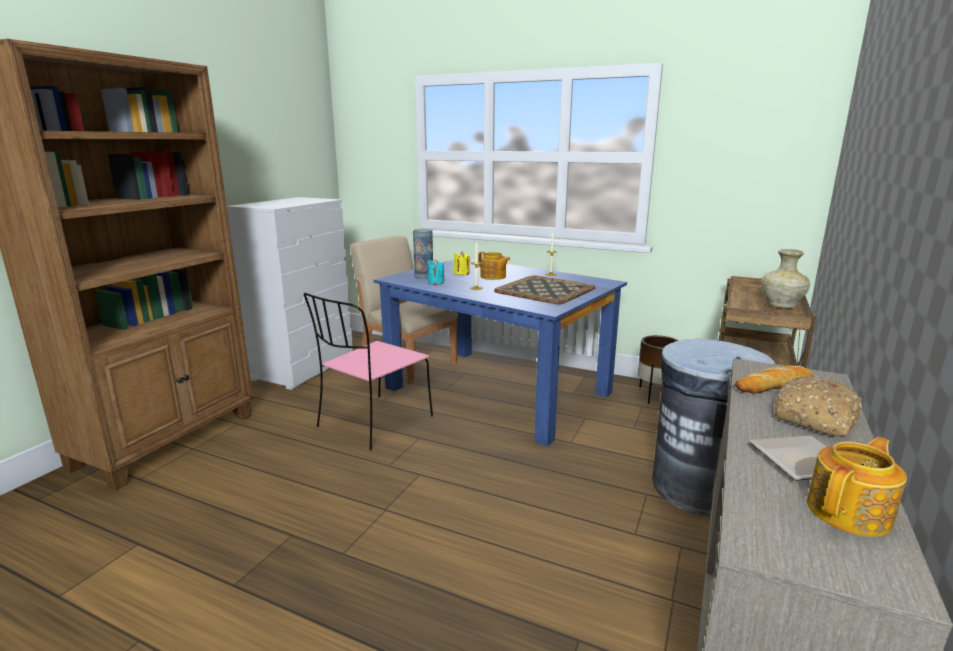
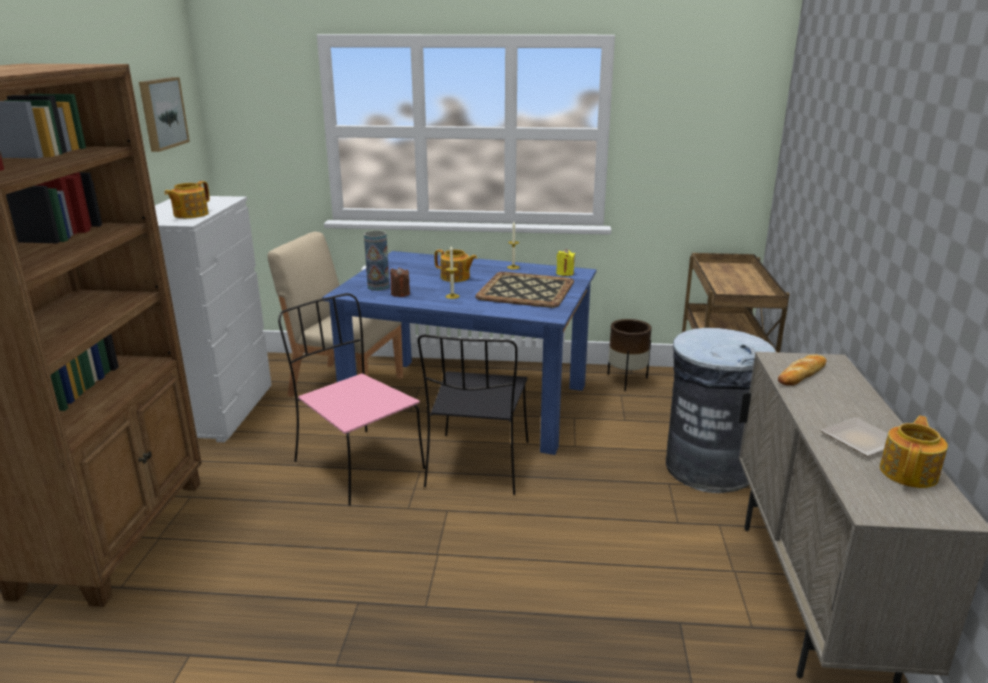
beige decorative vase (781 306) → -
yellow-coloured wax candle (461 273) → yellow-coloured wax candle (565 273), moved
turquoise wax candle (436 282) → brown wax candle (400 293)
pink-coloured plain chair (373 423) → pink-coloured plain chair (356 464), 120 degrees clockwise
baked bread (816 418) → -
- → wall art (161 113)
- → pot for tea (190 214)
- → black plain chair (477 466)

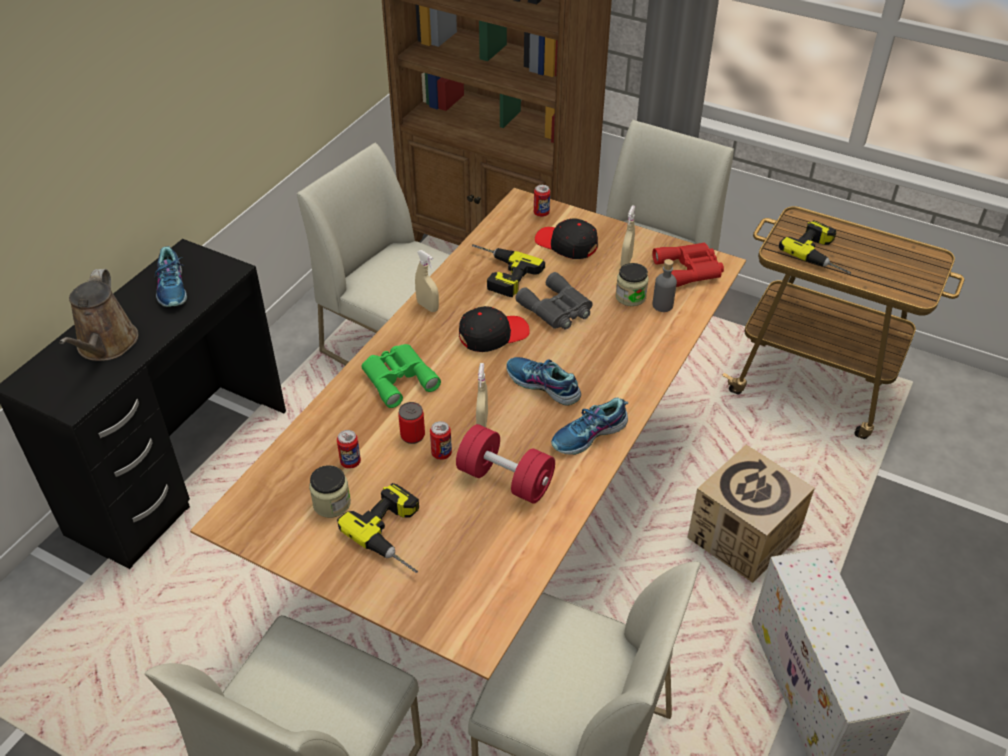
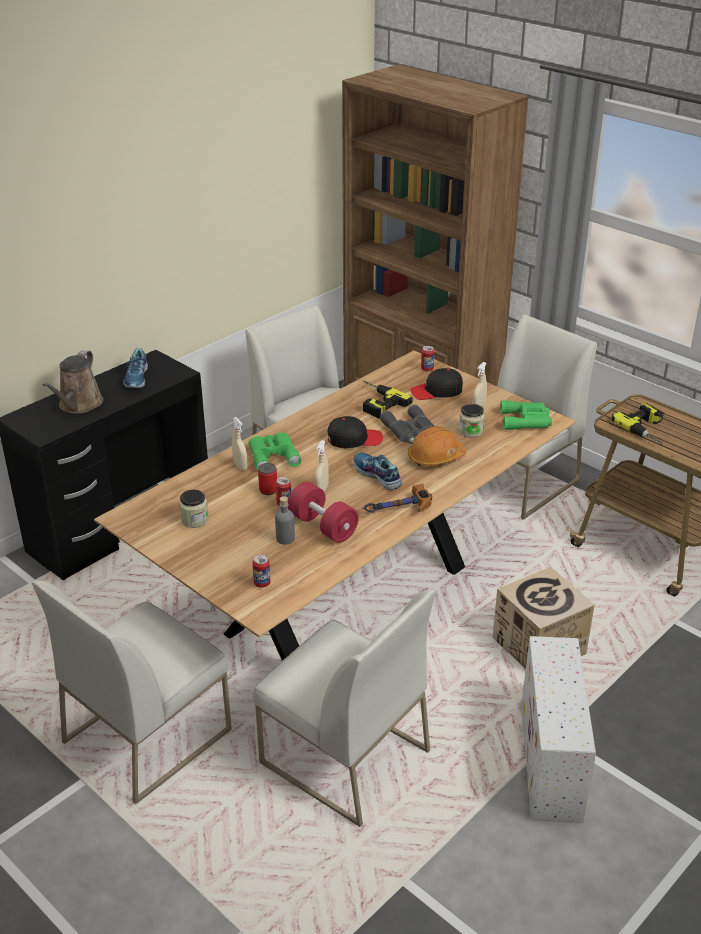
black peaked cap (566 244) → black peaked cap (437 391), 60 degrees counterclockwise
reddish binoculars (690 269) → green-coloured binoculars (526 420)
beige spray bottle (428 306) → beige spray bottle (240 466), moved
grey drink bottle (662 305) → grey drink bottle (285 539), moved
shoe (589 435) → hand hammer (397 511)
metal can (350 462) → metal can (262 583), moved
electric drill (397 534) → -
- → orange-coloured hard hat (435 457)

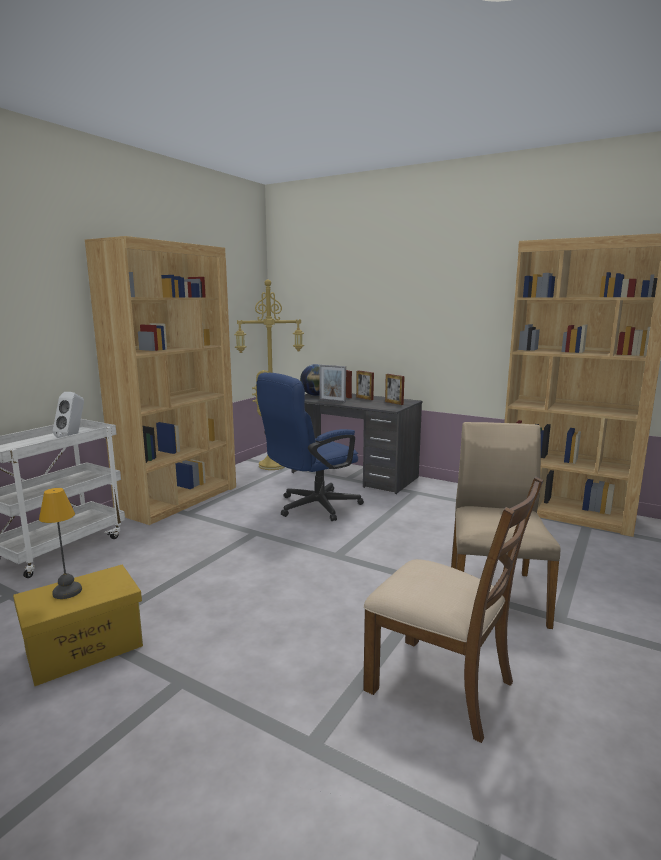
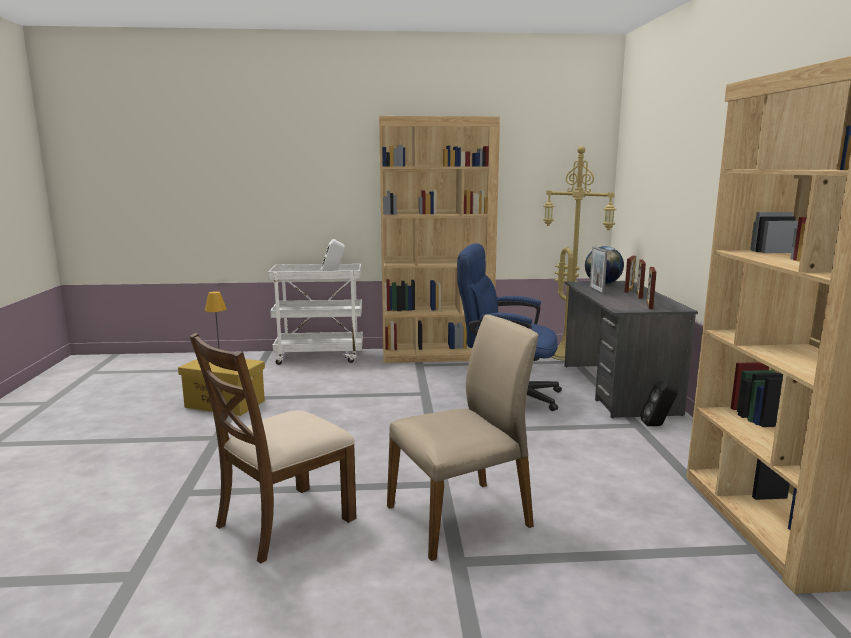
brown plain chair (441 685) → brown plain chair (283 522), 45 degrees clockwise
- → black loudspeaker (657 425)

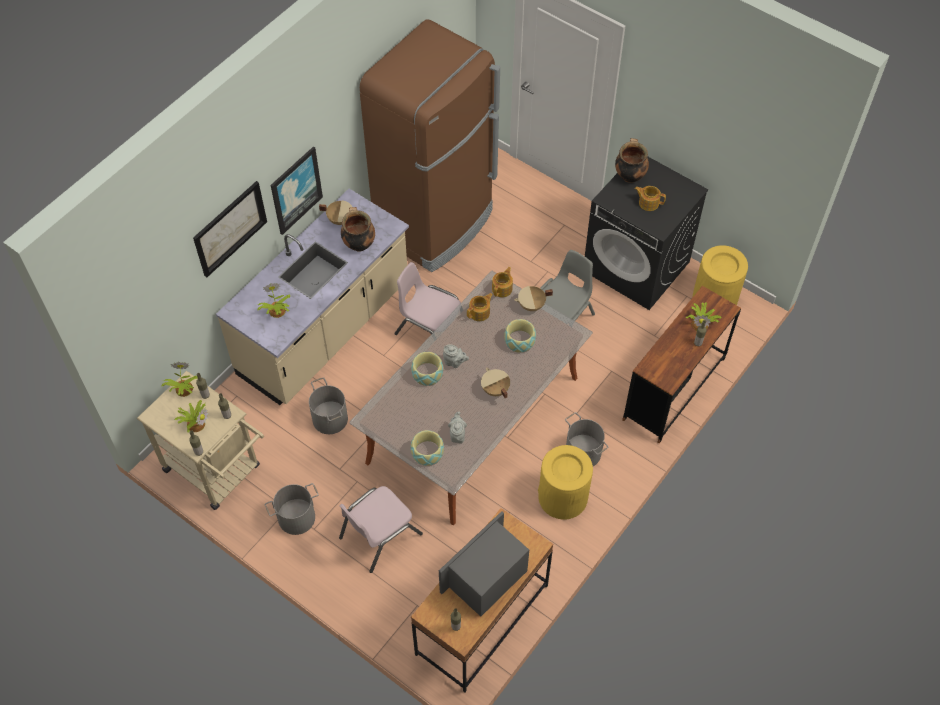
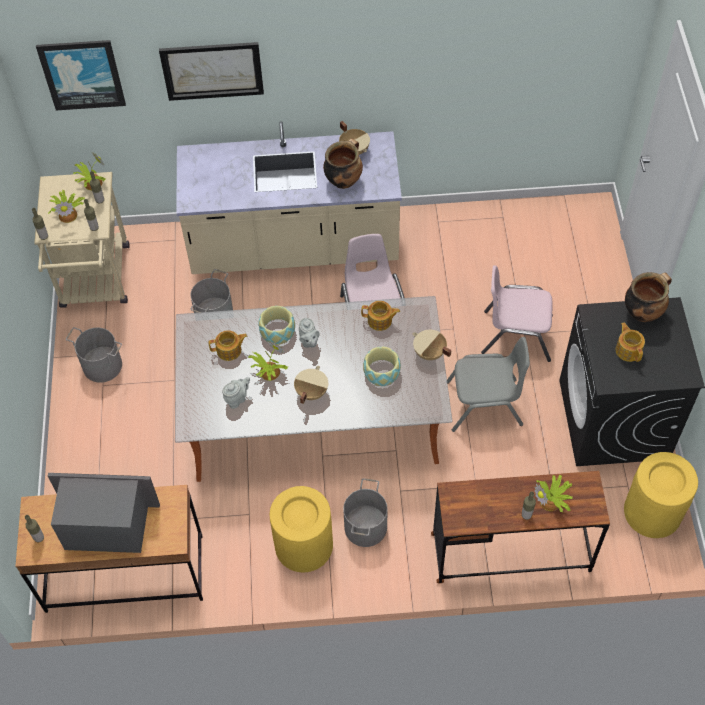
brown kitchen fridge (435 224) → -
wall art (295 190) → wall art (82 74), moved
pot for tea (502 288) → pot for tea (229 350), moved
potted plant (276 311) → potted plant (268 372), moved
serving bowl (427 453) → -
pink-coloured plain chair (379 535) → pink-coloured plain chair (516 334), moved

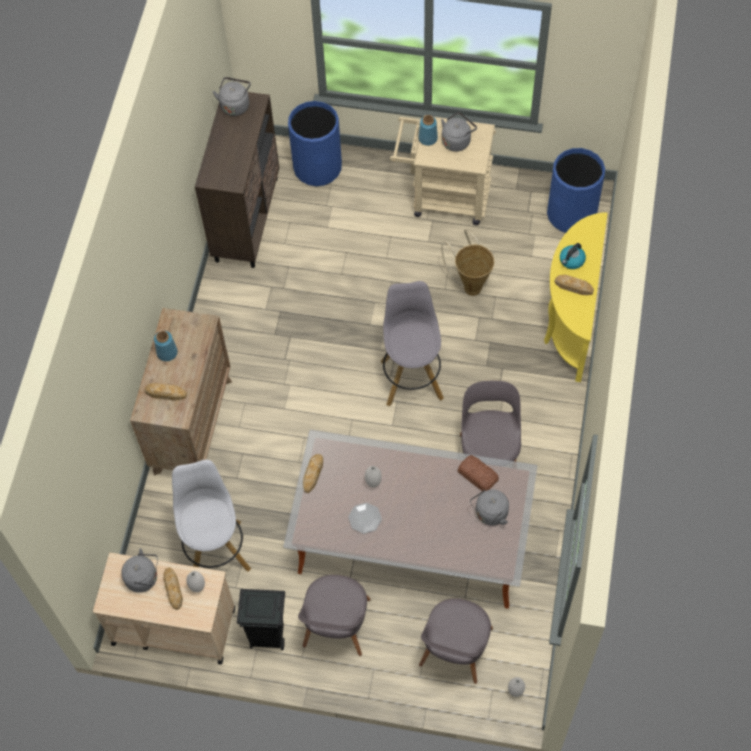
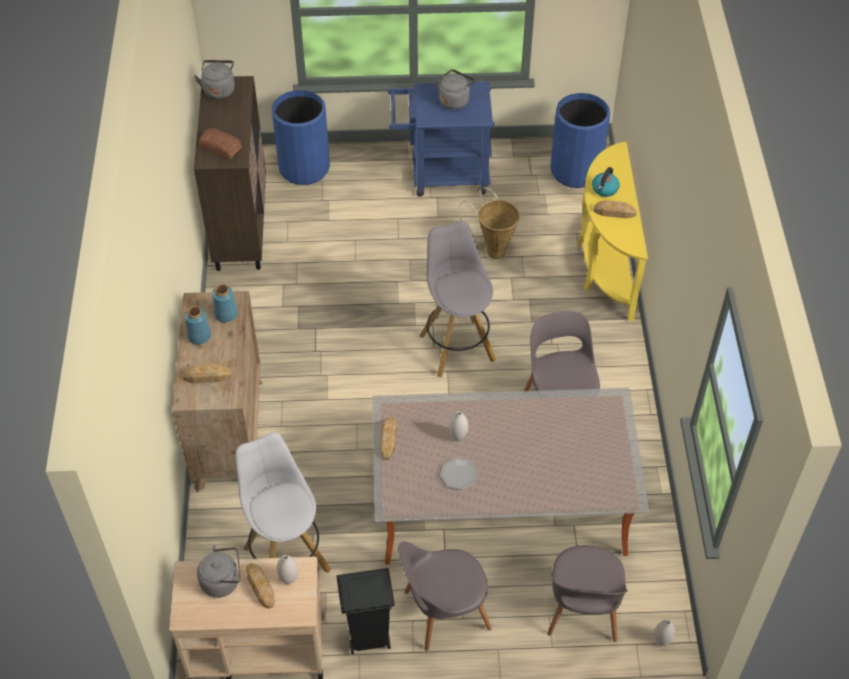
beige cart (443 197) → blue-coloured cart (441 175)
blue-coloured decorative vase (427 138) → blue-coloured decorative vase (226 314), moved
baked bread (478 475) → baked bread (220 146), moved
grey tea kettle (489 514) → -
grey plain chair (336 626) → grey plain chair (443 611), 75 degrees clockwise

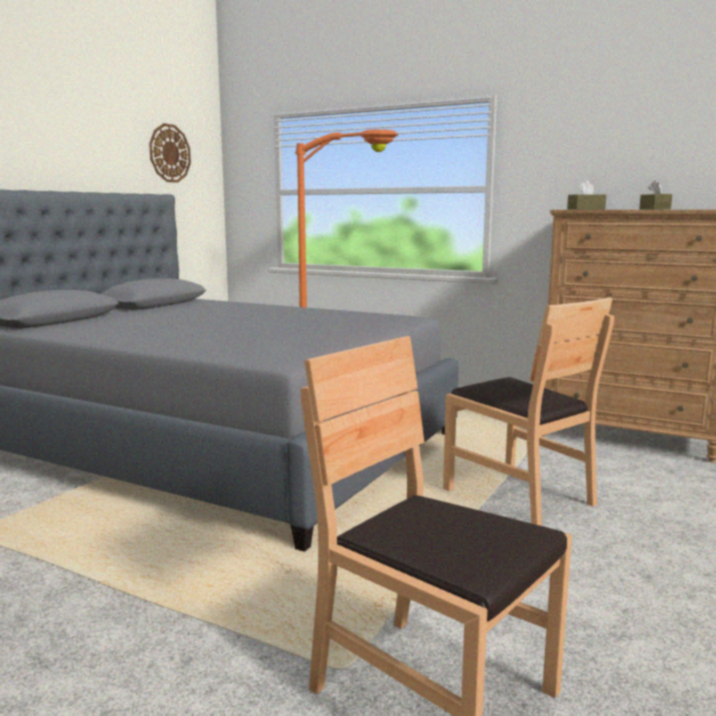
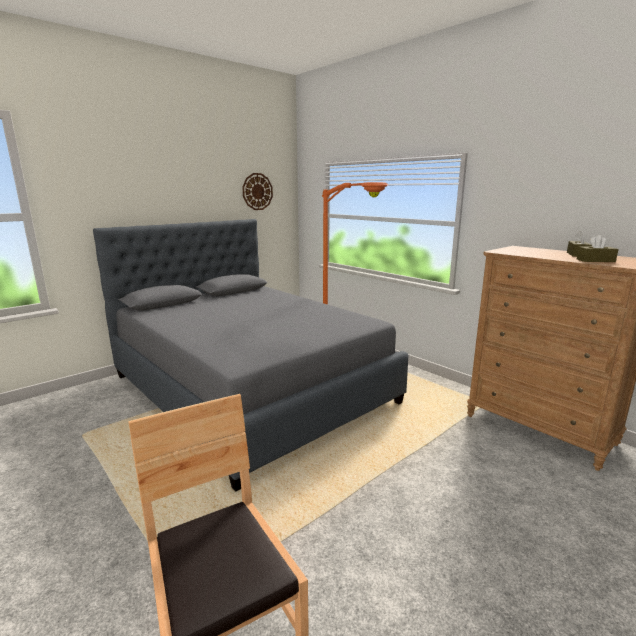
brown tissue box (586 209) → brown tissue box (595 260), moved
brown plain chair (519 496) → -

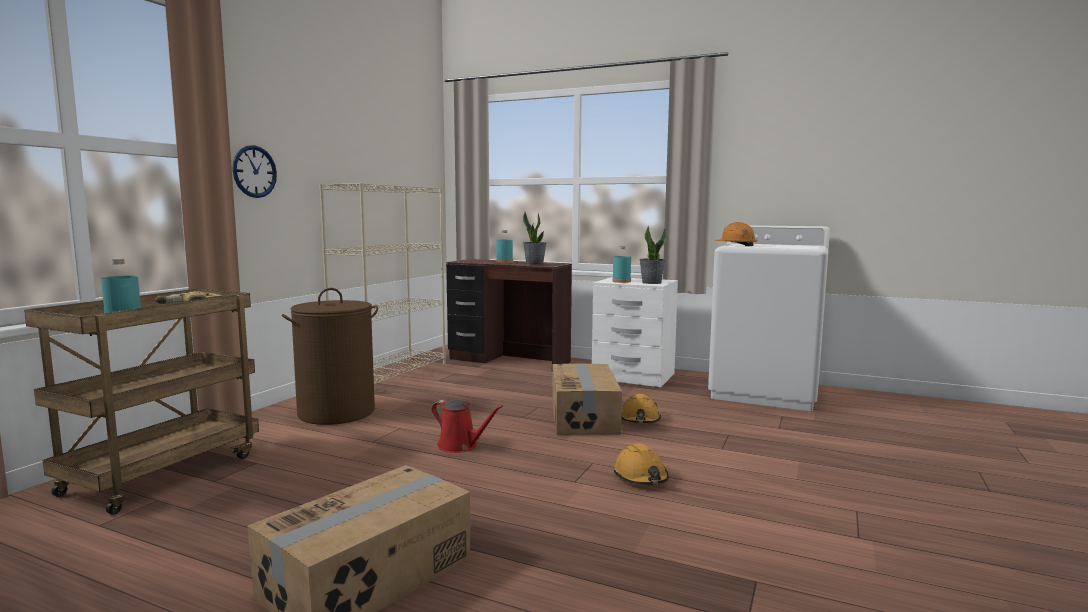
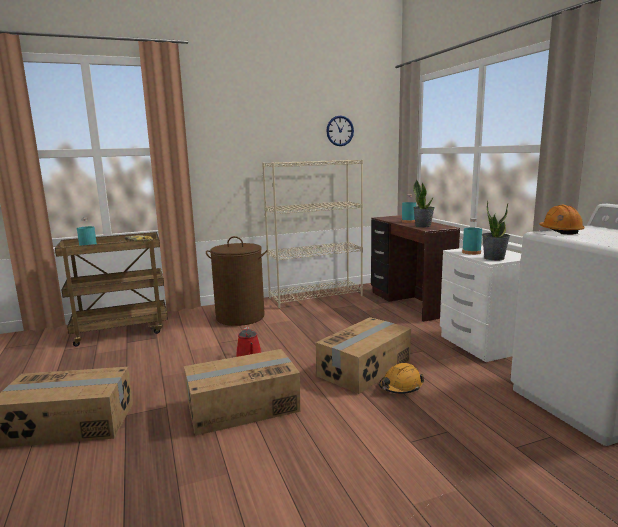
clock on the wall (254 171) → clock on the wall (340 131), moved
orange-coloured hard hat (641 477) → -
- → carton (242 407)

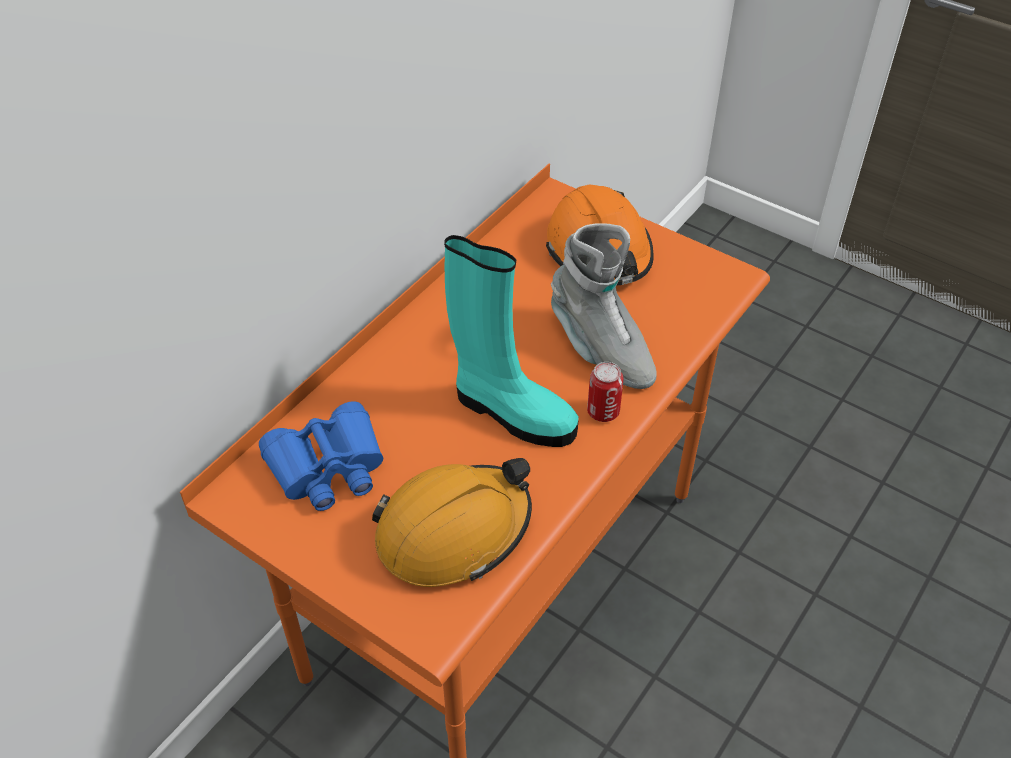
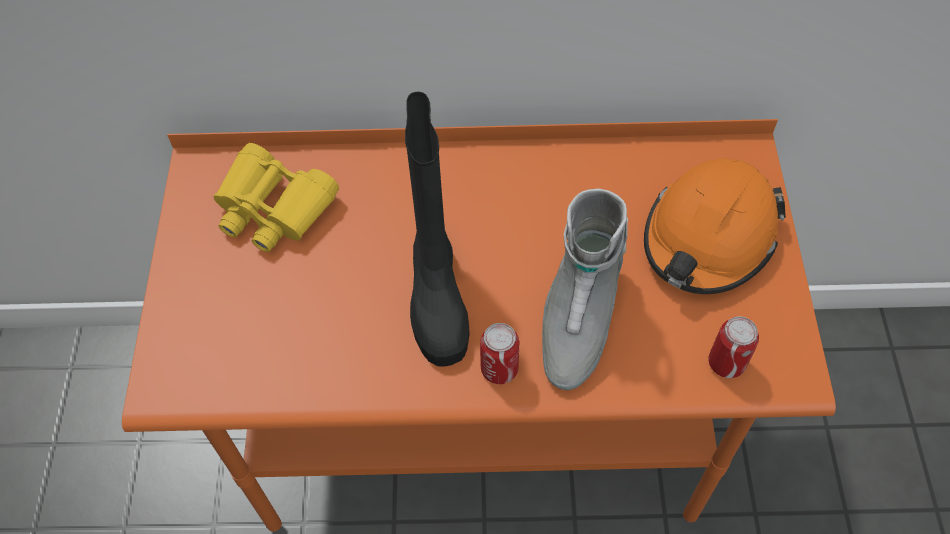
turquoise high-top boot (511 412) → black high-top boot (437 297)
blue-coloured binoculars (327 467) → yellow-coloured binoculars (273 208)
orange-coloured hard hat (453 531) → -
- → metal can (726 362)

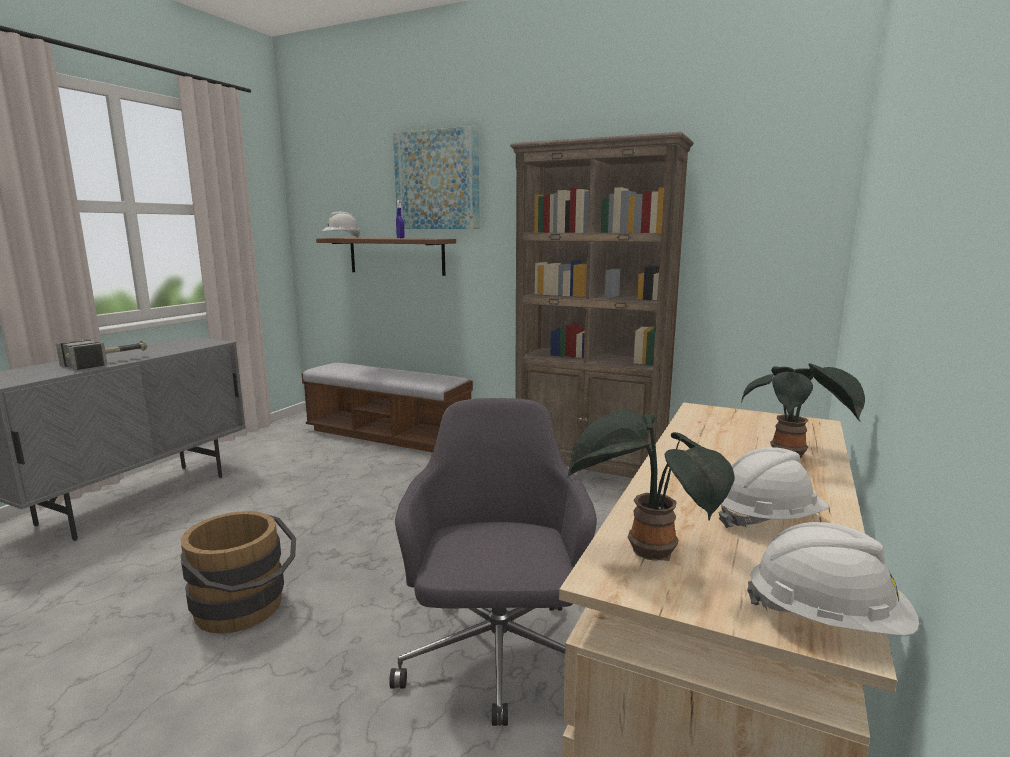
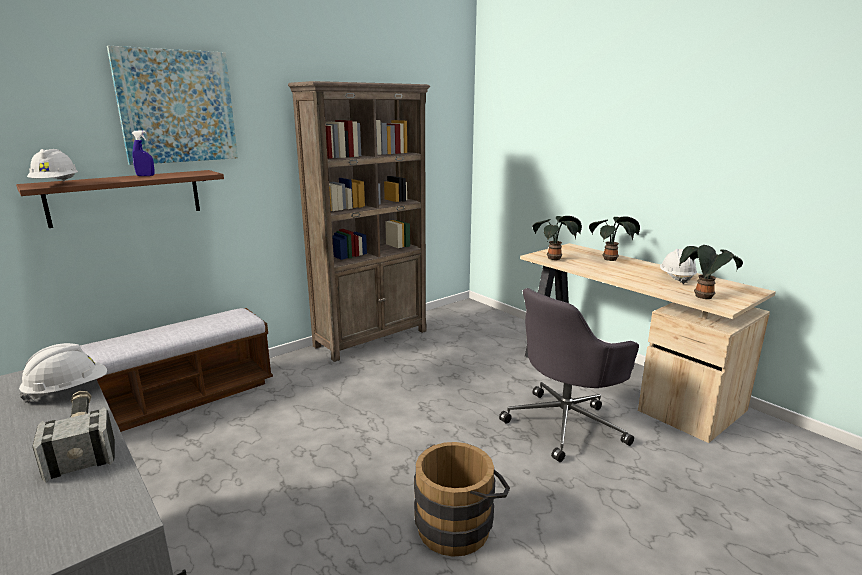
grey computer chair (497 658) → grey computer chair (566 424), 60 degrees counterclockwise
whitish hard hat (826 620) → whitish hard hat (68 391), moved
- → potted plant (555 258)

